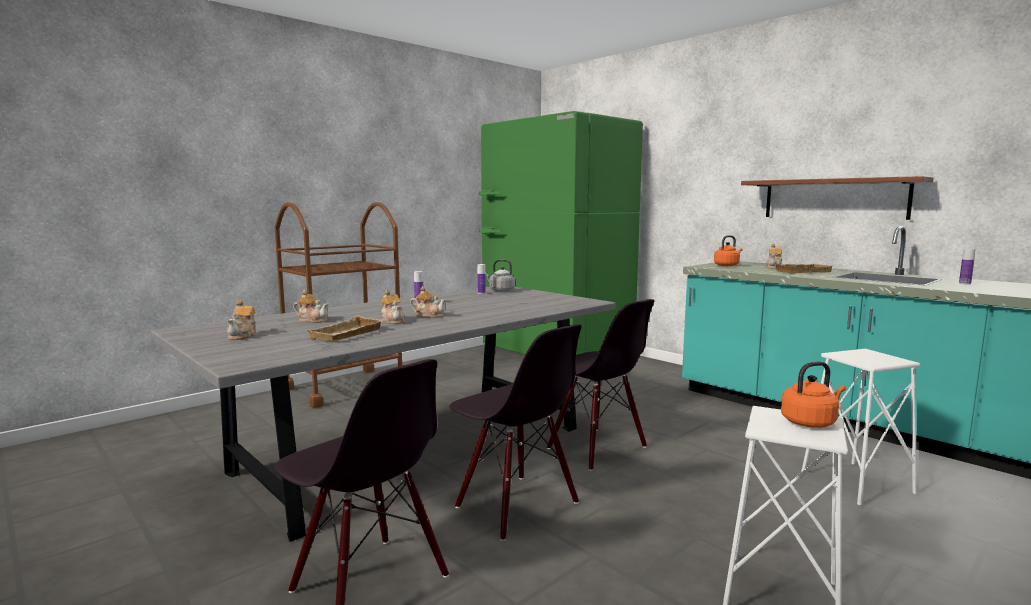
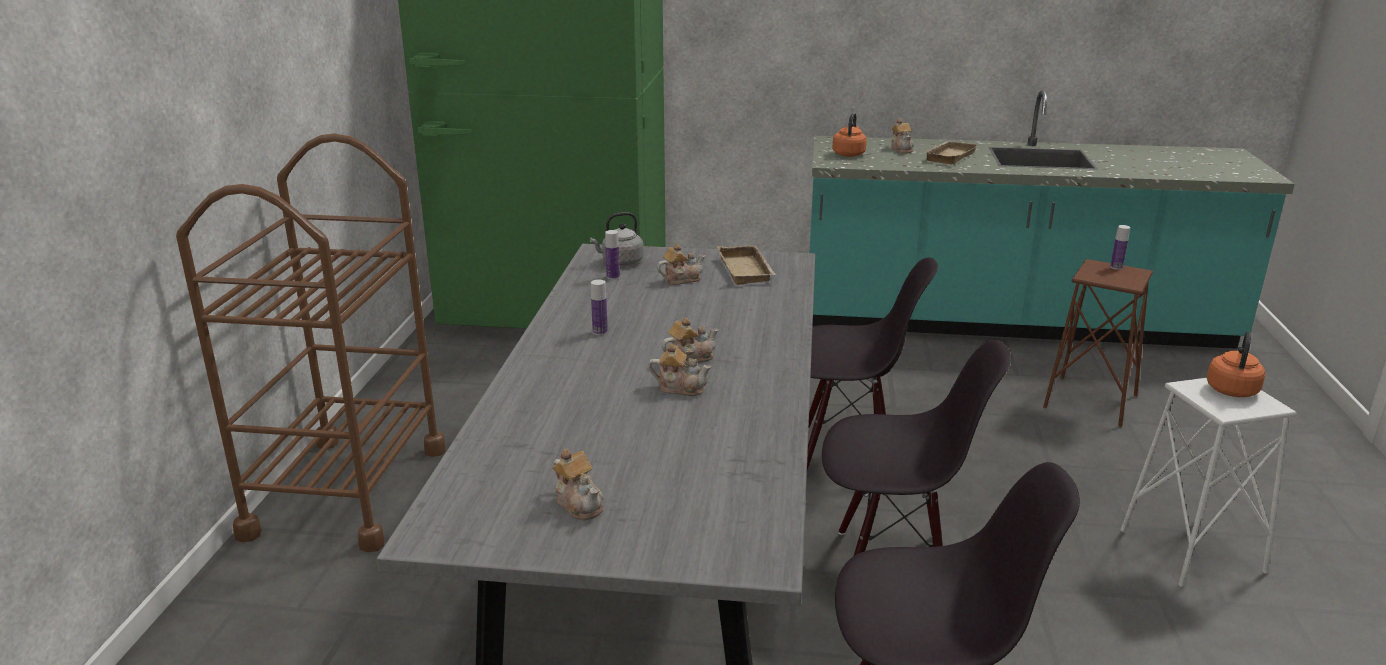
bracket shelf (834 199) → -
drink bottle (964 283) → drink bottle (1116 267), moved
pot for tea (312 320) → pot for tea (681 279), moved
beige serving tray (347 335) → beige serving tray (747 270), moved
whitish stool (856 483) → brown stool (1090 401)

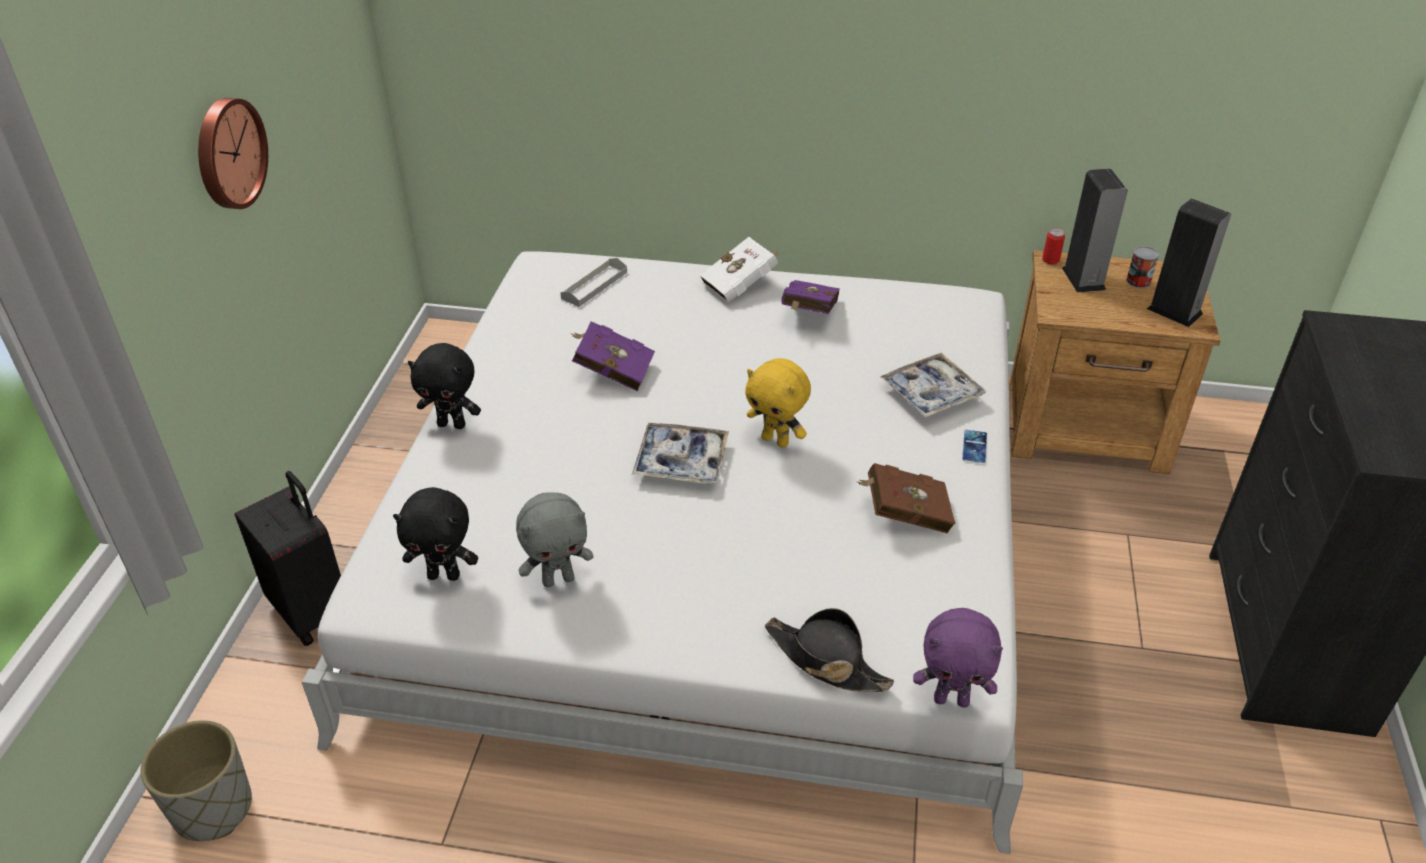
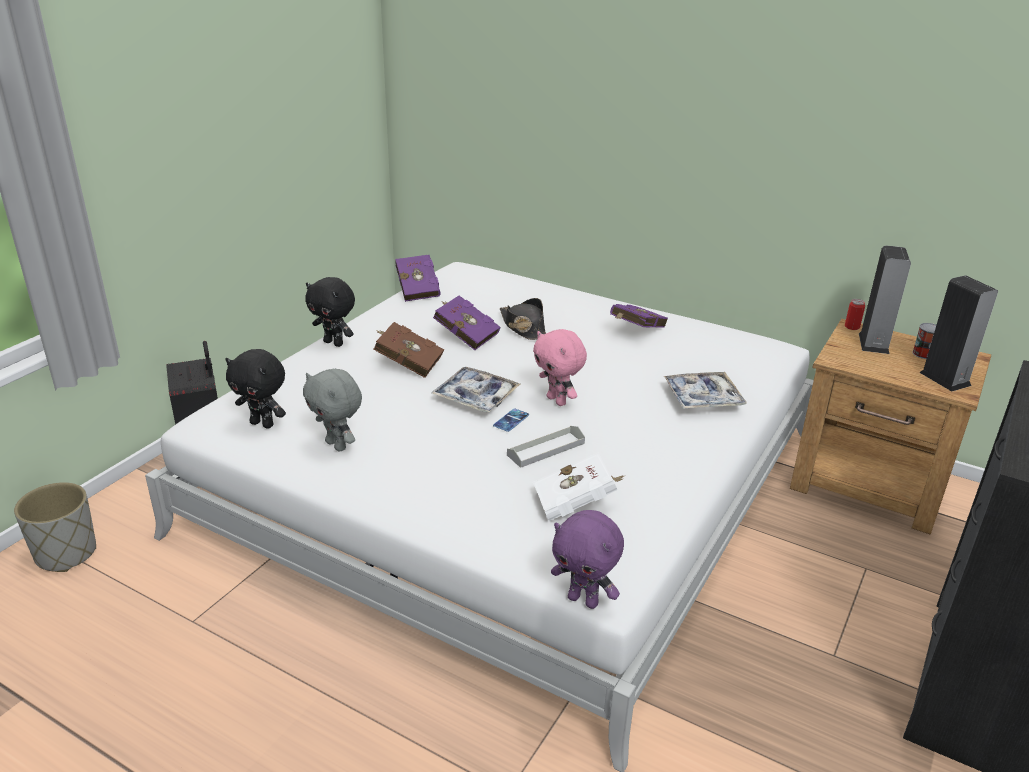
clock on the wall (228 153) → -
whitish book (742 285) → whitish book (577 504), moved
grey serving tray (594 285) → grey serving tray (546 449), moved
yellow-coloured plush toy (776 440) → pink-coloured plush toy (557 400)
phone (974 446) → phone (511 420), moved
brown book (903 514) → brown book (407 363), moved
grey plush toy (558 579) → grey plush toy (337 445), 45 degrees clockwise
black wearable hat (825 661) → black wearable hat (524 328), moved
- → purplish book (418 290)

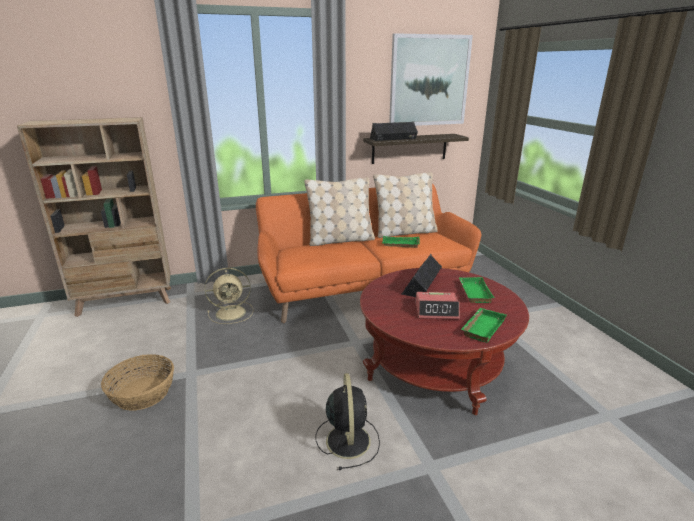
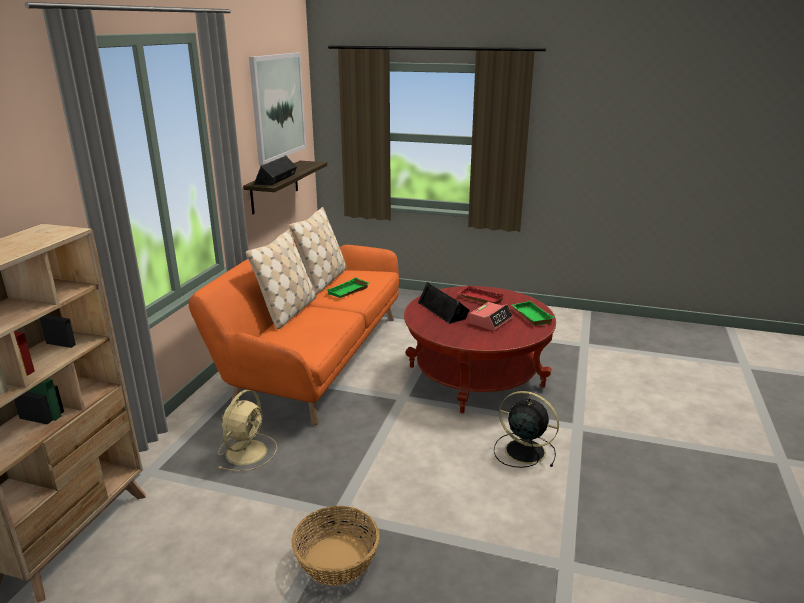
green-coloured serving tray (473 292) → reddish serving tray (480 299)

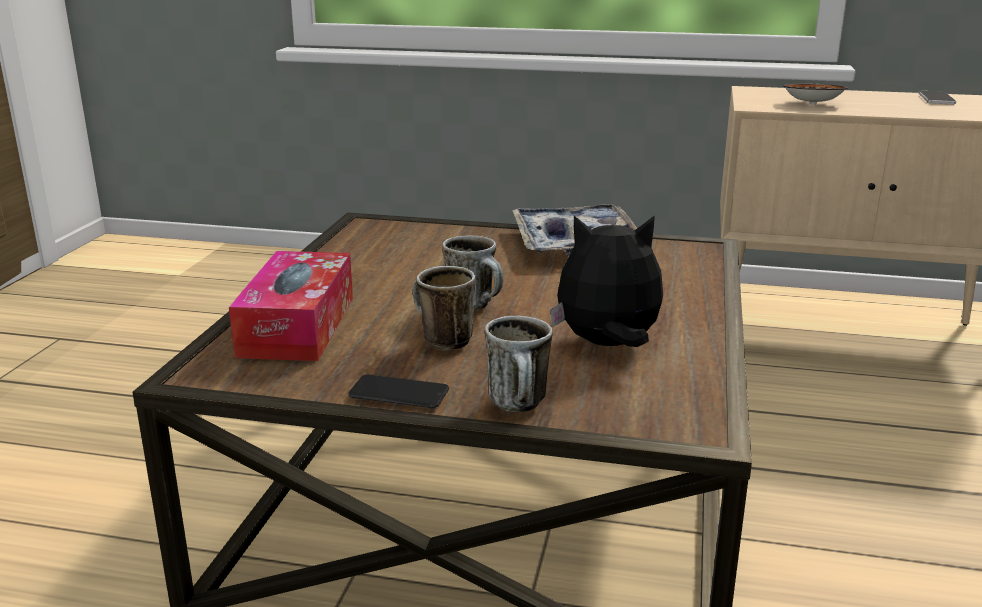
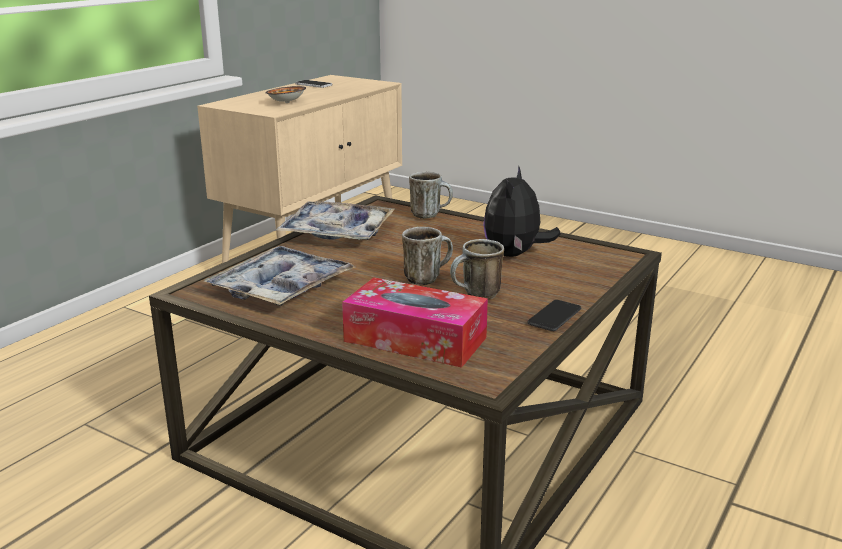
tea mug (521 407) → tea mug (430 215), moved
- → serving tray (281 288)

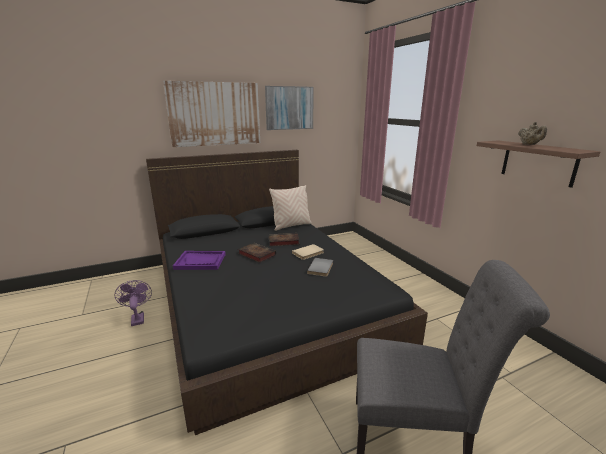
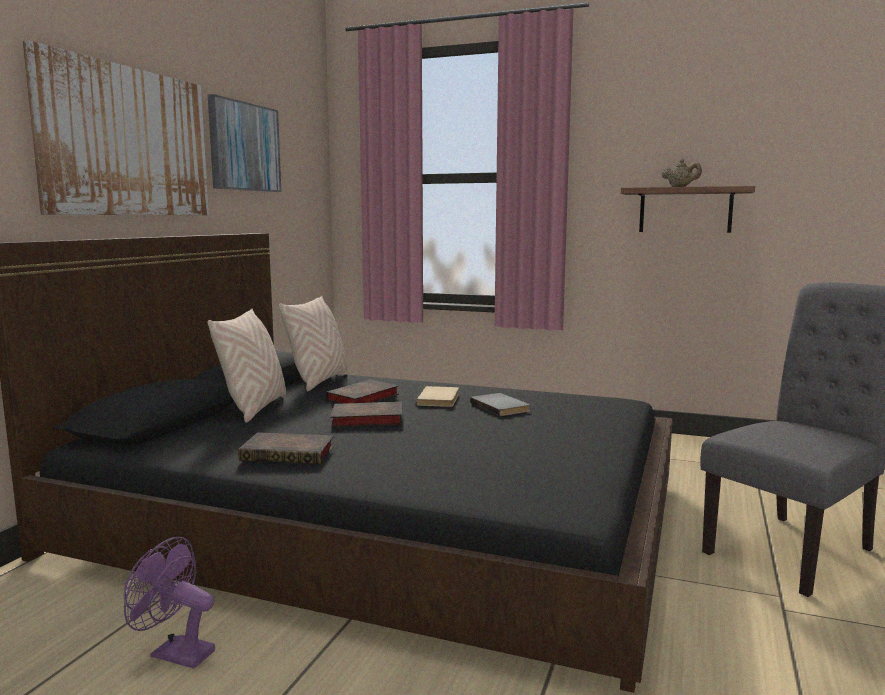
purplish serving tray (200 261) → book (290 454)
- → beige pillow (254 408)

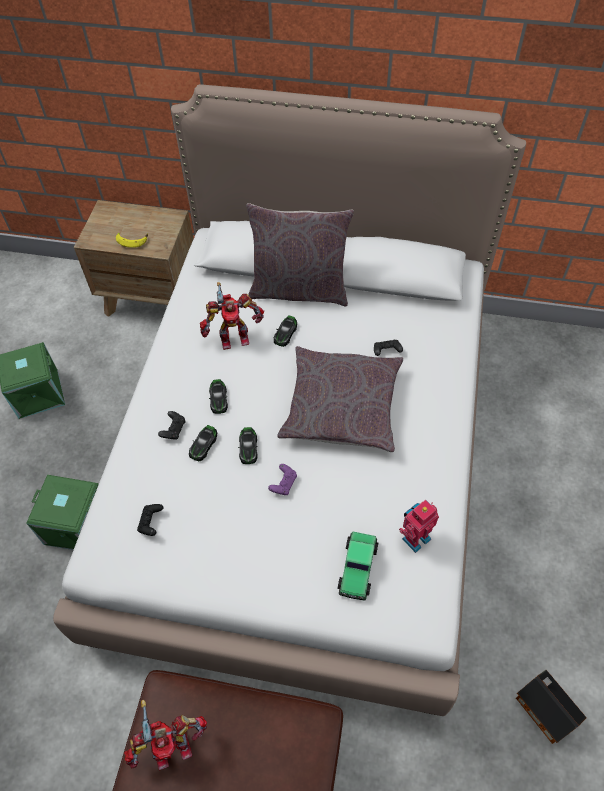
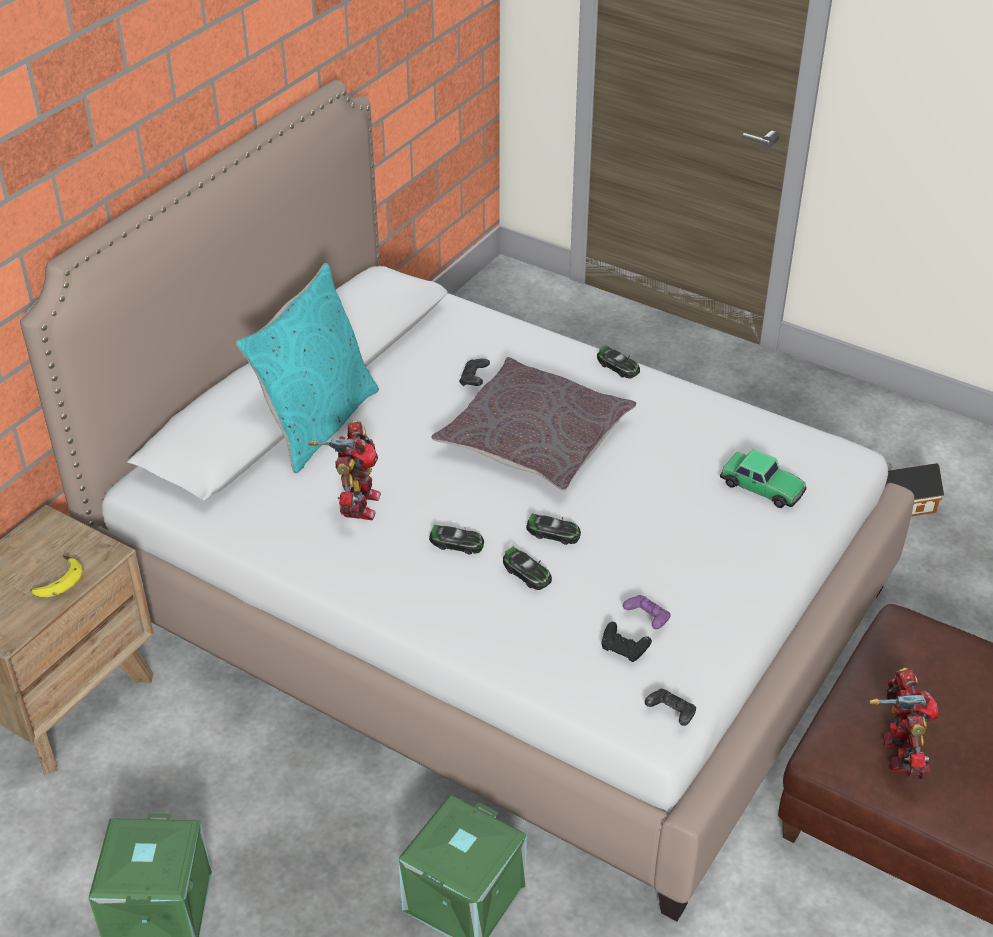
grey pillow (299 289) → turquoise pillow (317 423)
model car (285 333) → model car (617 366), moved
black gamepad (173 429) → black gamepad (671 714), moved
purplish gamepad (283 483) → purplish gamepad (647 619), moved
toy robot (414 537) → -

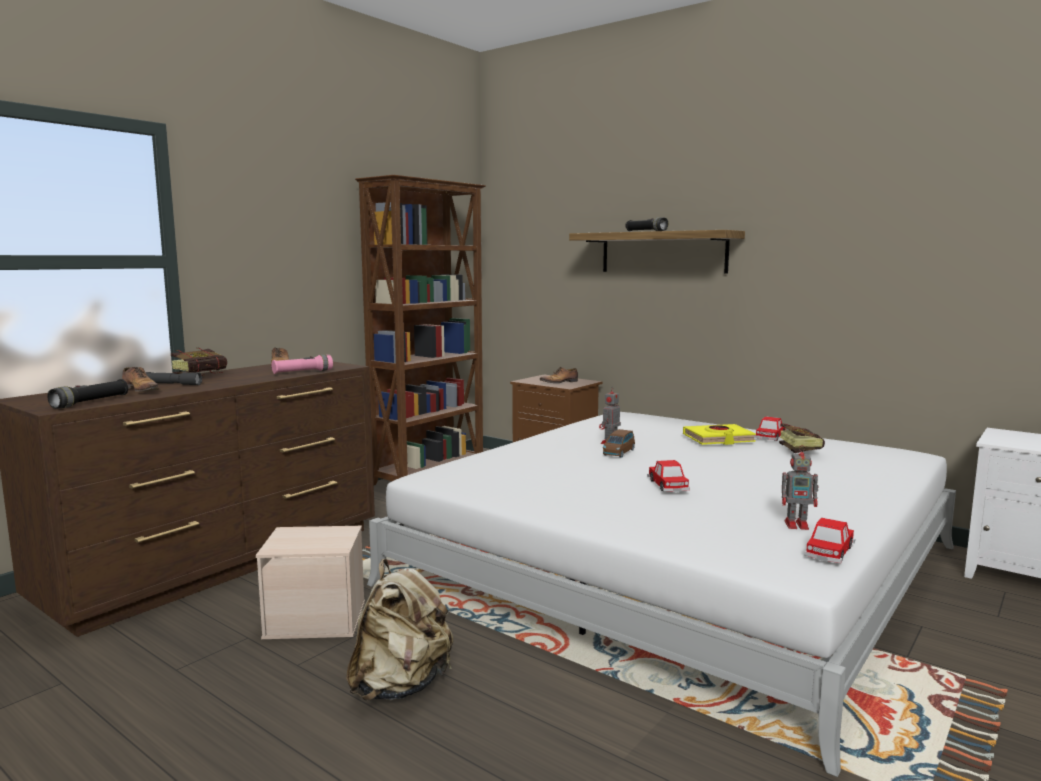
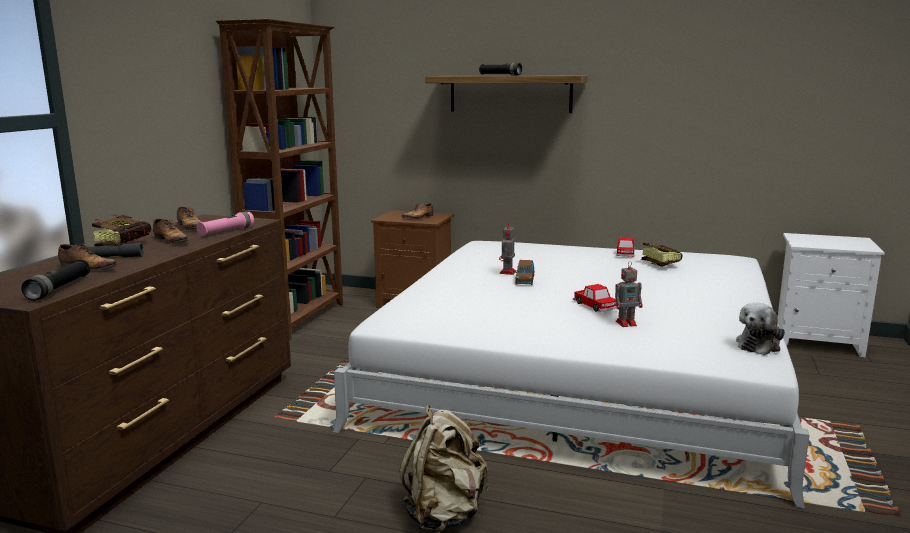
yellow-coloured book (718 439) → -
toy robot (798 525) → toy robot (627 323), moved
model car (829 551) → plush toy (759 345)
beige storage bin (317 619) → -
- → shoe (171 241)

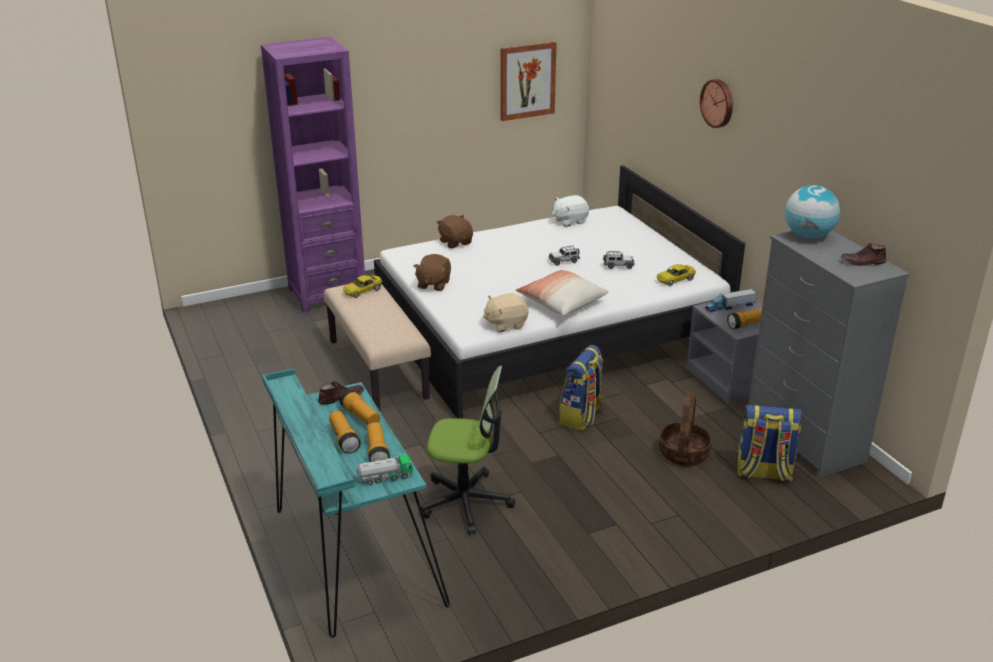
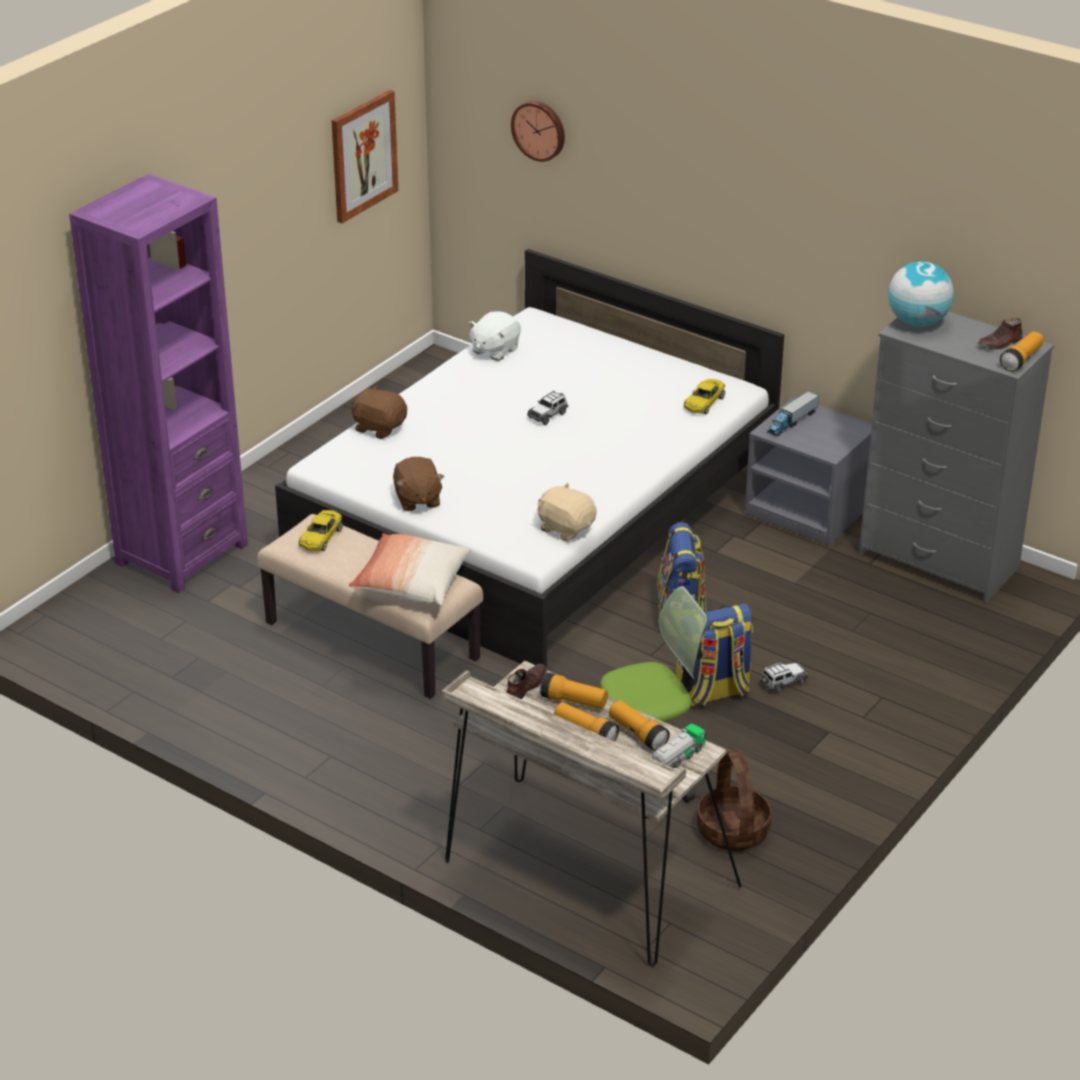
clock on the wall (718 103) → clock on the wall (539 130), moved
model car (618 265) → model car (783 682), moved
pillow (561 303) → pillow (411 583), moved
beige plush toy (505 324) → beige plush toy (566 528), 90 degrees clockwise
torch (747 324) → torch (1021 360), moved
turquoise desk unit (353 555) → beige desk unit (583 875)
household basket (684 453) → household basket (733 831), moved
rucksack (763 472) → rucksack (712 692), moved

